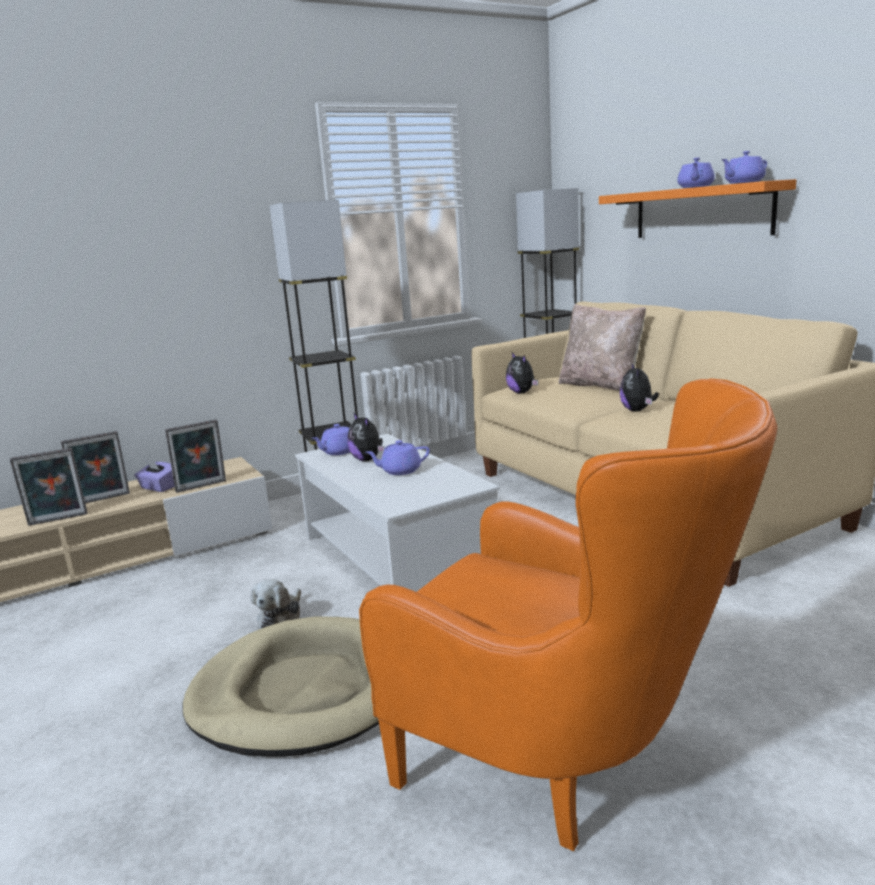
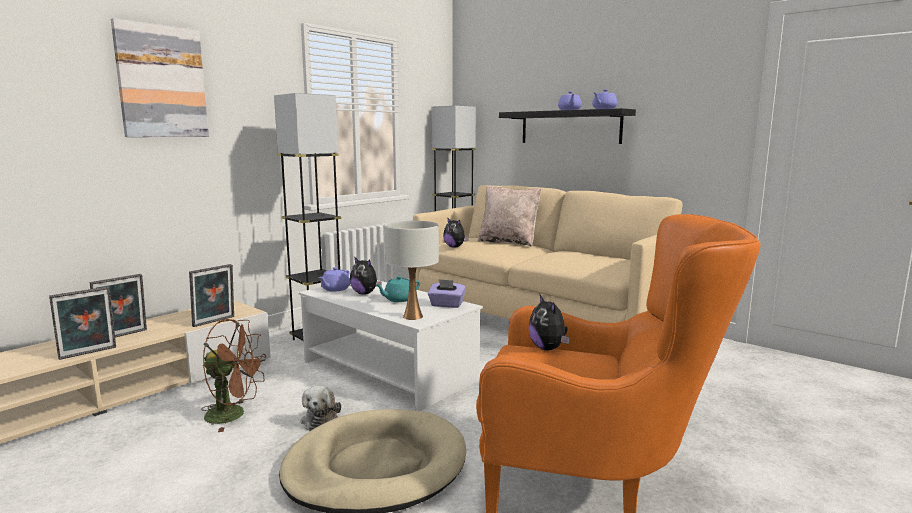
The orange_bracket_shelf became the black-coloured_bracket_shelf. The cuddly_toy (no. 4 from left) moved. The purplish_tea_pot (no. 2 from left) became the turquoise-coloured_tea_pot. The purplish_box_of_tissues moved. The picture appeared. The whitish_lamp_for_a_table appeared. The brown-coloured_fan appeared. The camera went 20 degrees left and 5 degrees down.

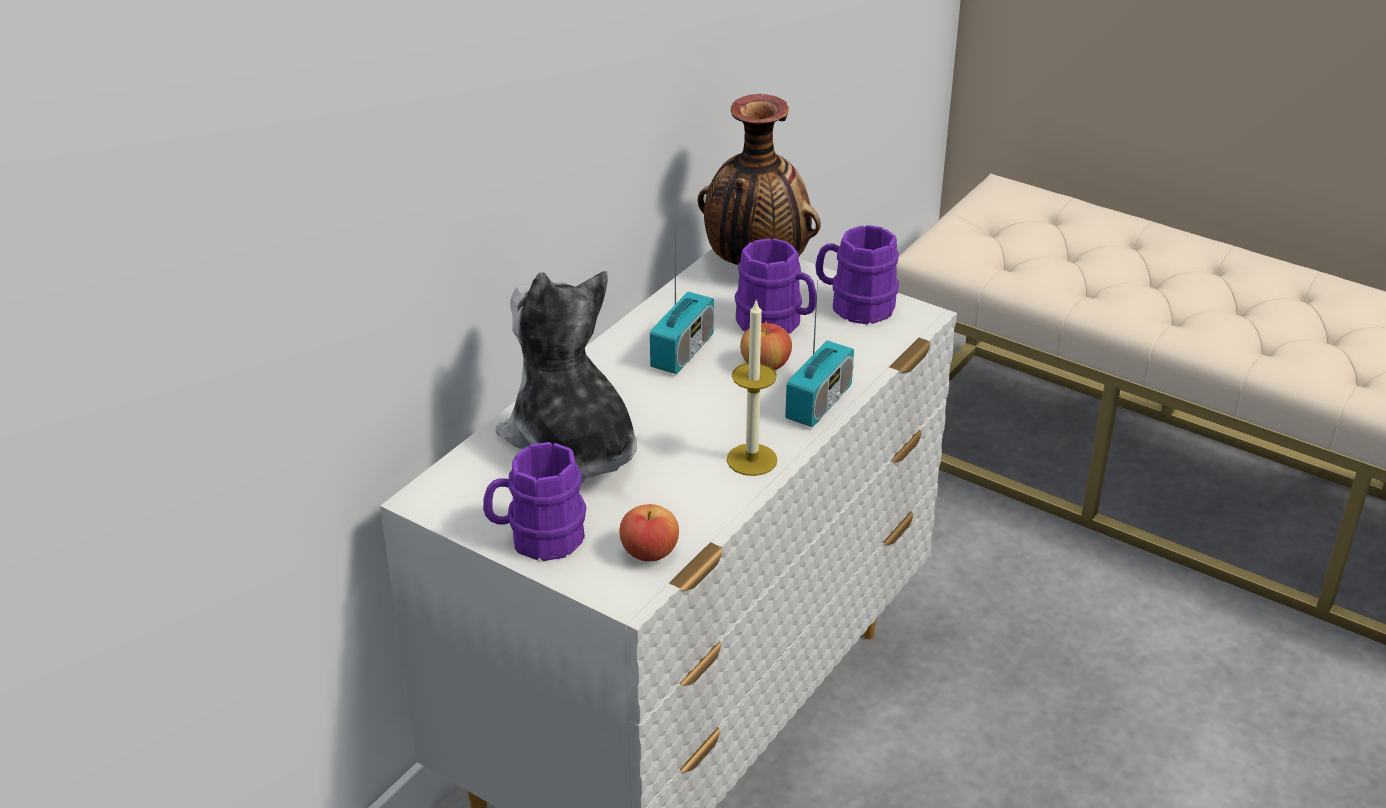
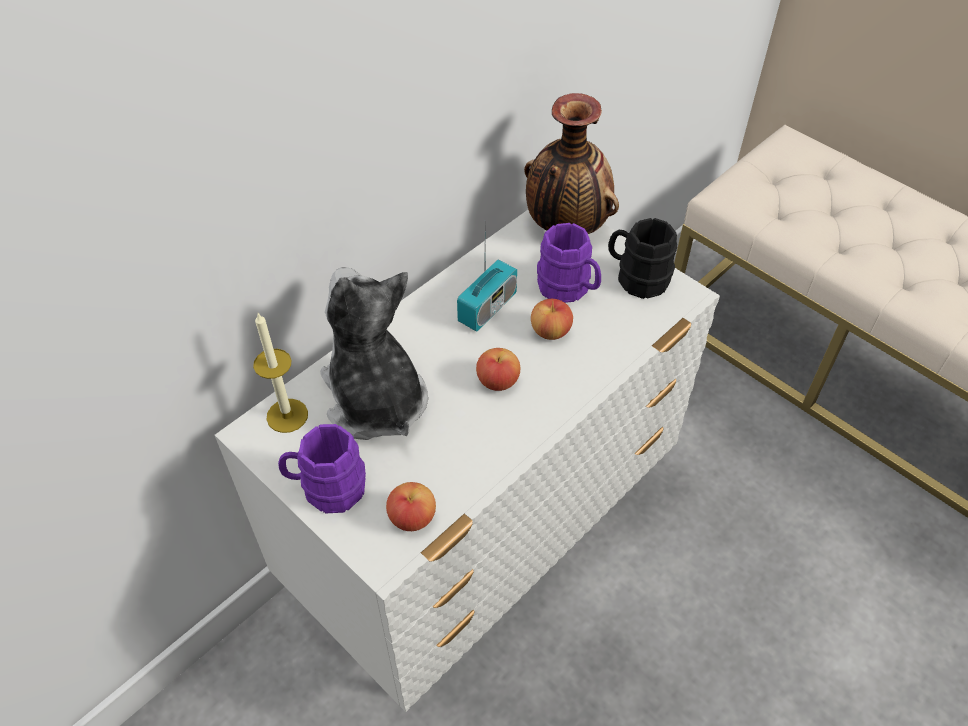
The purplish_coffee_mug (no. 3 from left) became the black-coloured_coffee_mug. The radio_receiver (no. 2 from left) disappeared. The candle moved. The whole_apple (no. 2 from left) appeared. The camera went 10 degrees right and 15 degrees up.

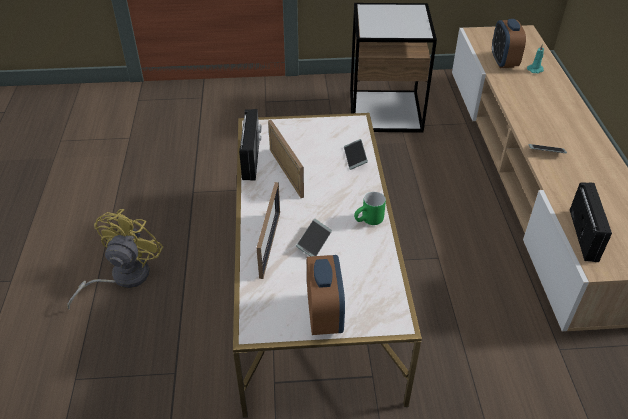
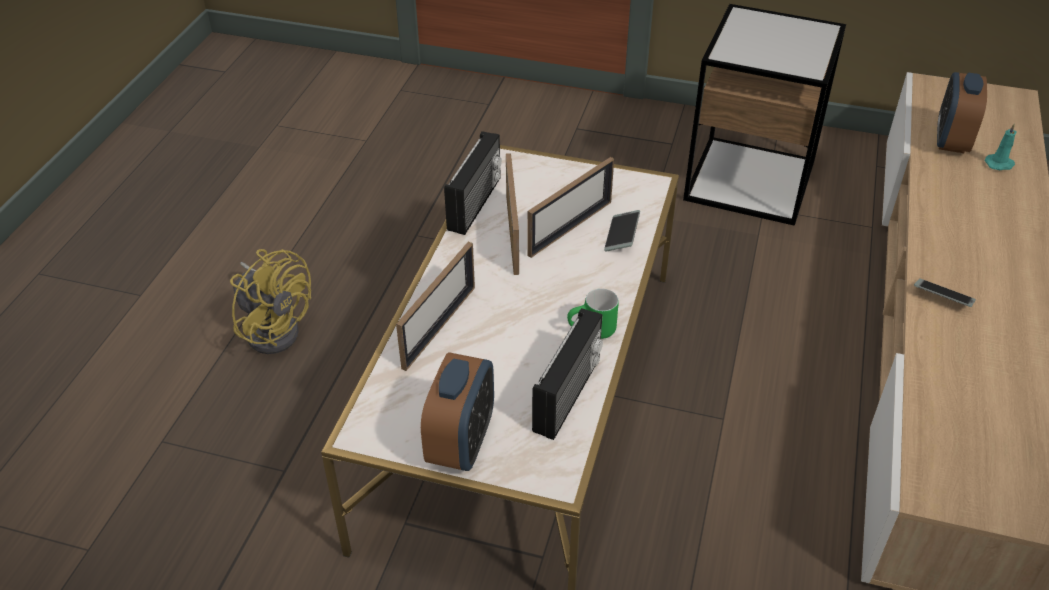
The radio_receiver (no. 2 from left) moved. The yellow-coloured_fan turned 90 degrees clockwise. The phone (no. 1 from left) disappeared. The picture_frame (no. 3 from left) appeared. The camera went 20 degrees right and 0 degrees up.

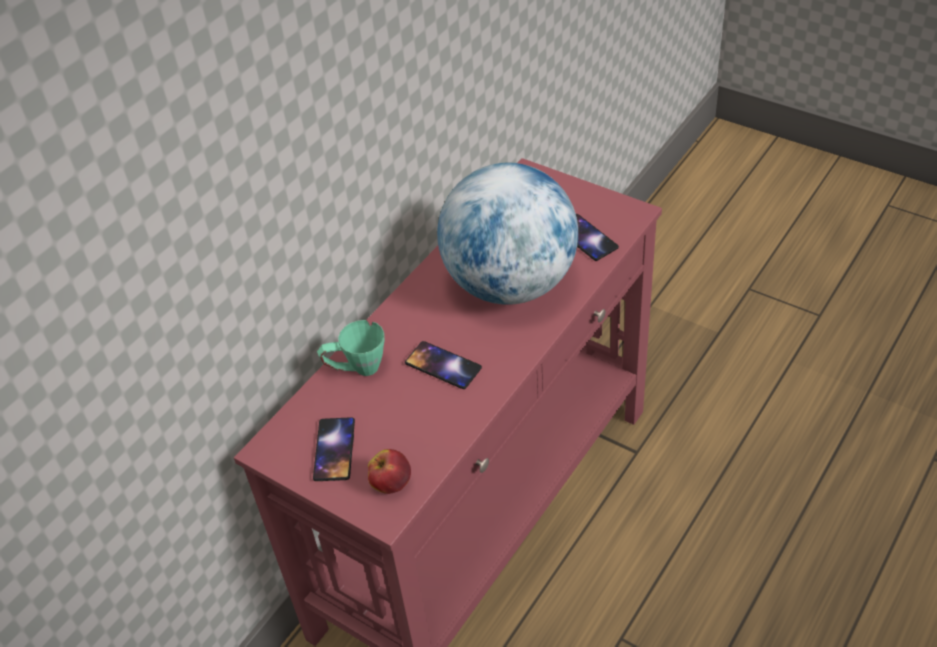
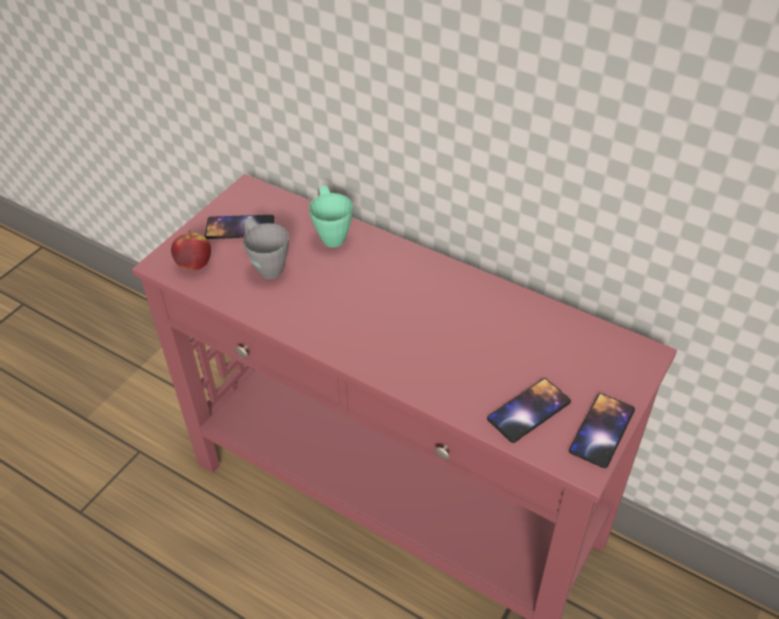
The globe disappeared. The phone (no. 2 from left in the first image) moved. The greyish_coffee_mug appeared. The camera went 85 degrees right and 0 degrees up.

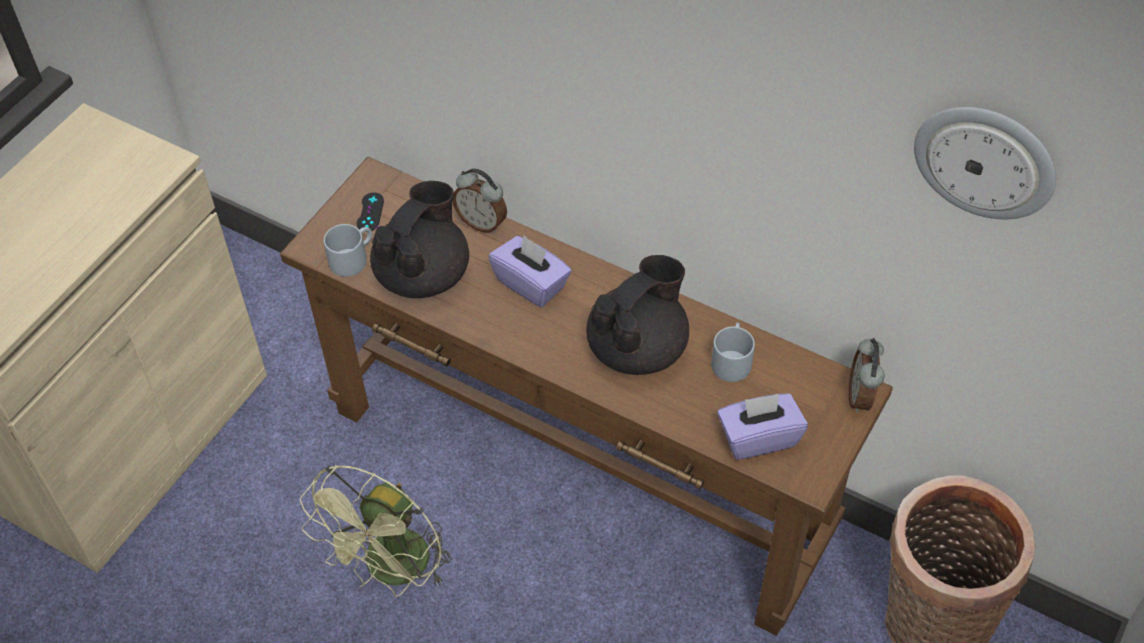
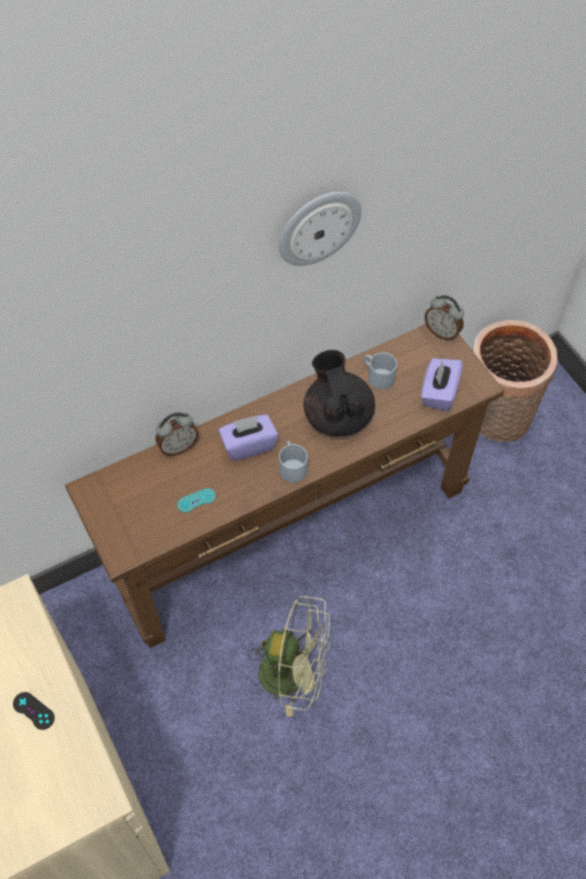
The hanging_clock moved. The black-coloured_tea_pot (no. 1 from left) was replaced by the turquoise-coloured_joypad. The black-coloured_joypad moved. The greyish_coffee_mug (no. 1 from left) moved. The green-coloured_fan turned 45 degrees counterclockwise. The camera went 60 degrees left and 5 degrees up.

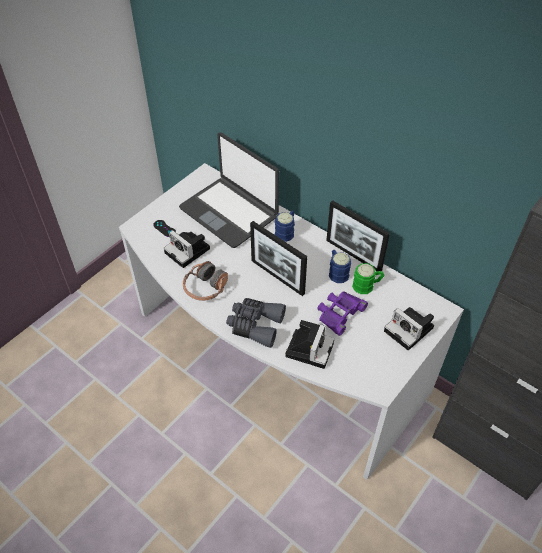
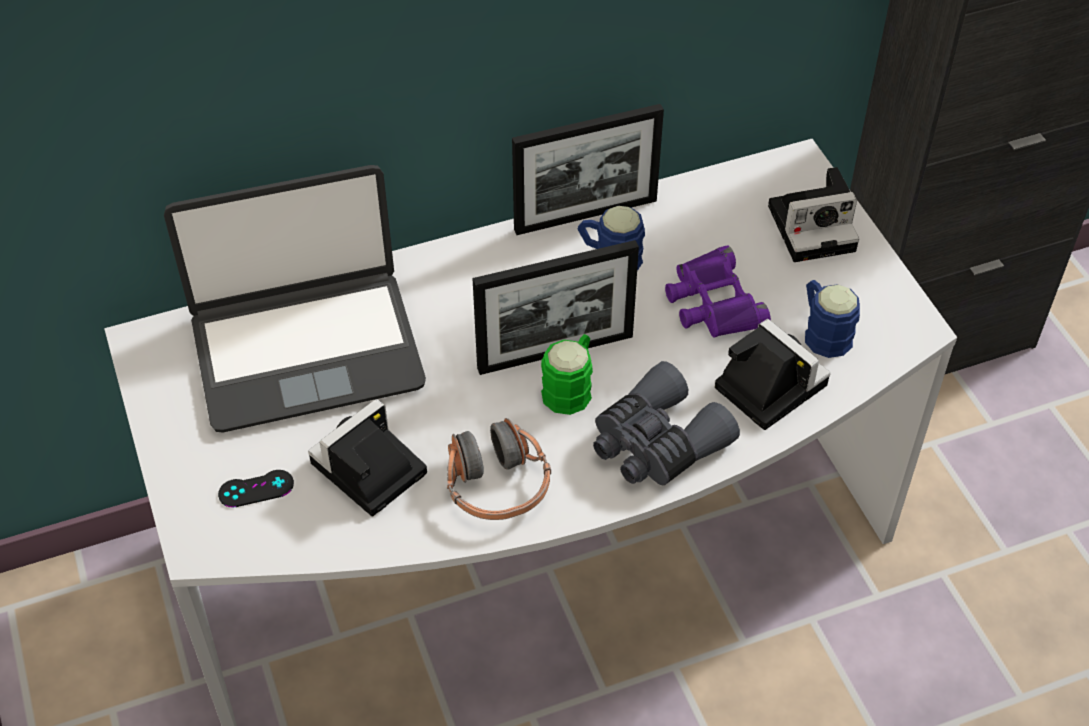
The blue-coloured_coffee_mug (no. 1 from left in the first image) moved. The photo_camera (no. 1 from left) turned 150 degrees clockwise. The green-coloured_coffee_mug moved. The camera went 60 degrees left and 0 degrees up.

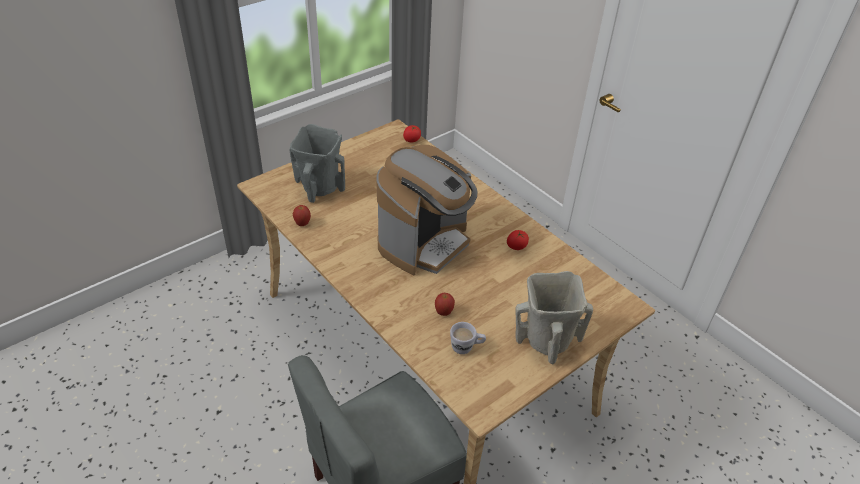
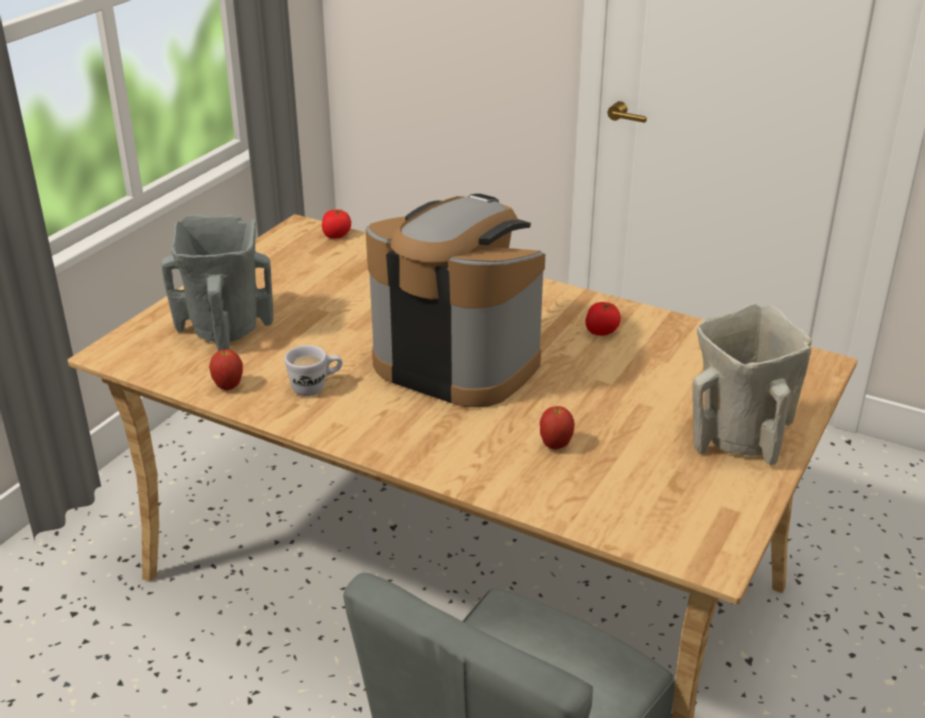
The coffee_brewer turned 75 degrees counterclockwise. The whitish_coffee_mug moved. The camera went 20 degrees left and 10 degrees down.

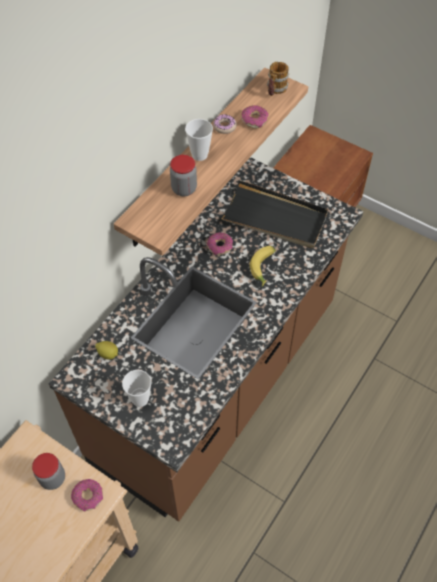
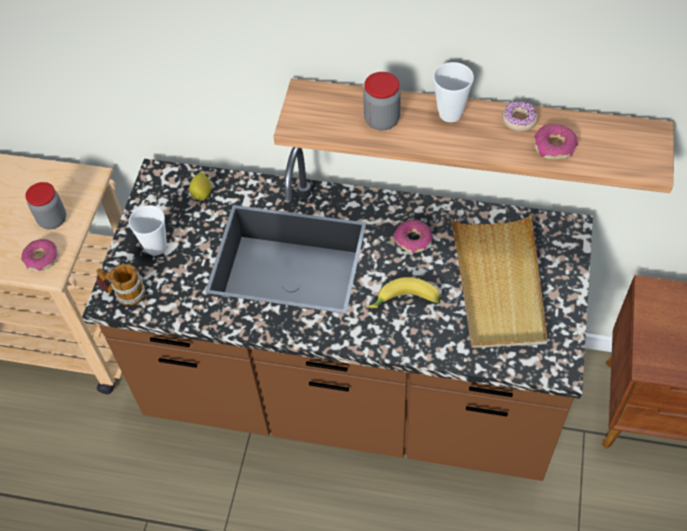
The coffee_mug moved. The black-coloured_tray became the sand-coloured_tray. The camera went 70 degrees right and 0 degrees up.

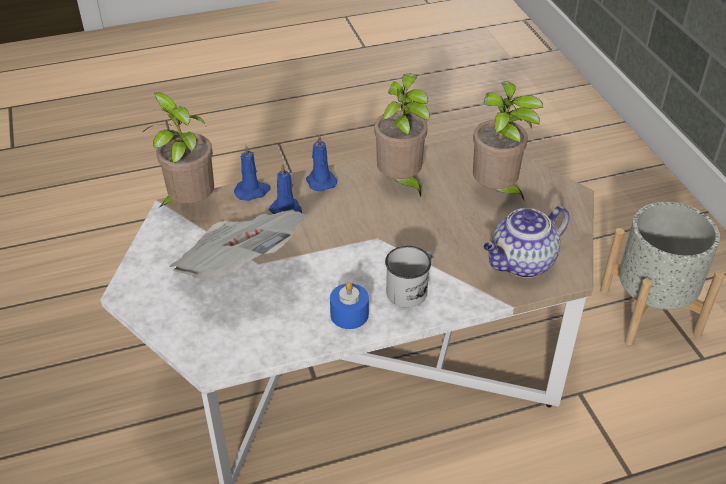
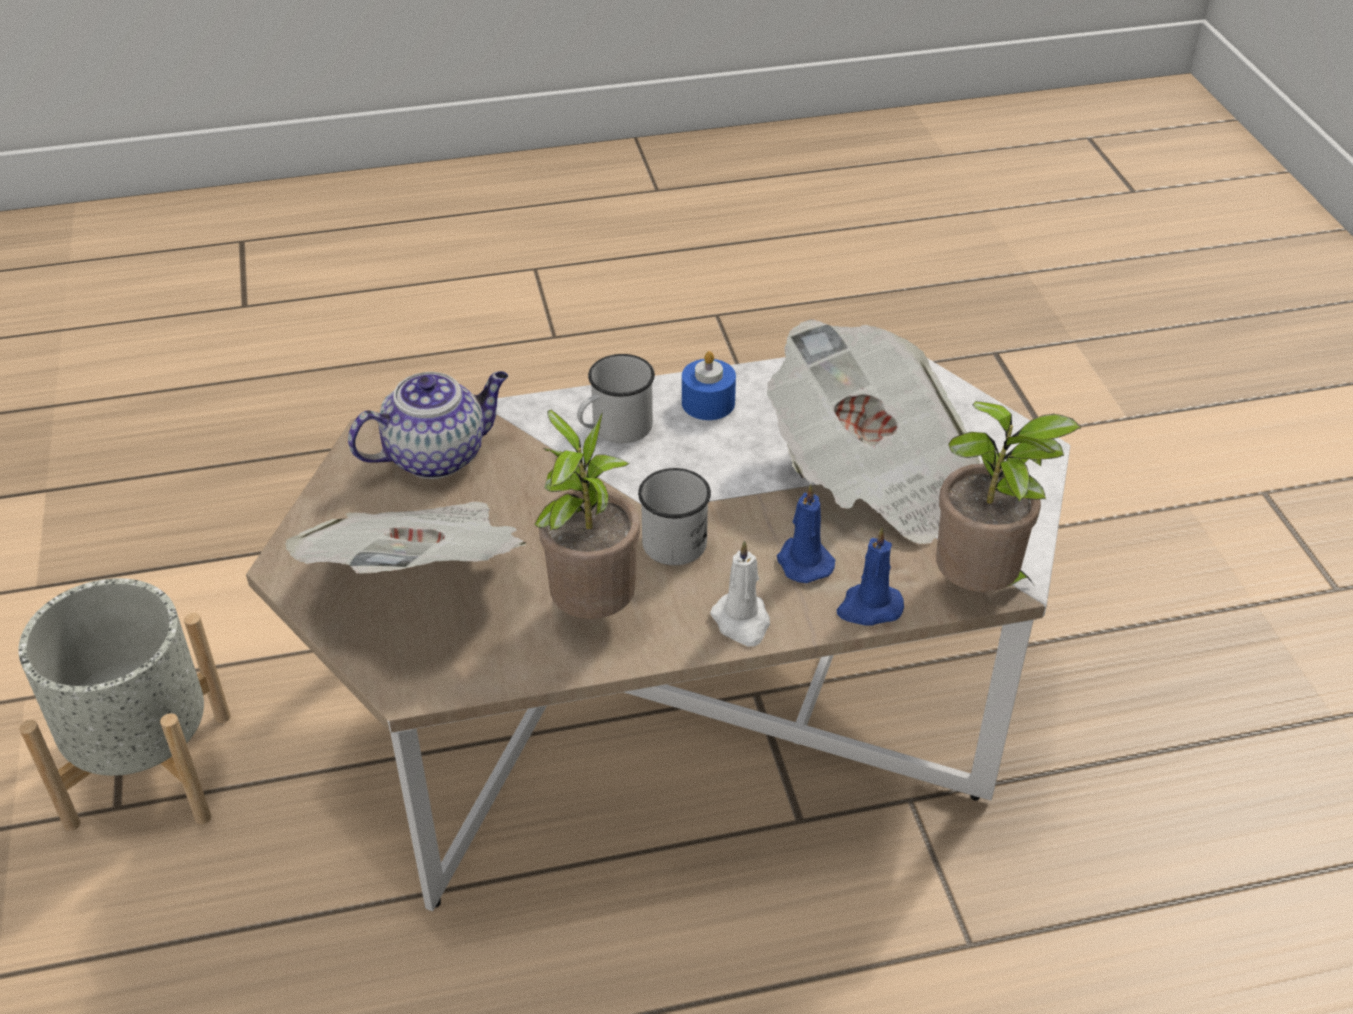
The plant_in_a_pot (no. 3 from left) was replaced by the printed_paper (no. 1 from left). The blue-coloured_candle (no. 3 from left) became the whitish_candle. The whitish_coffee_mug (no. 2 from left) appeared. The camera went 175 degrees left and 0 degrees up.

